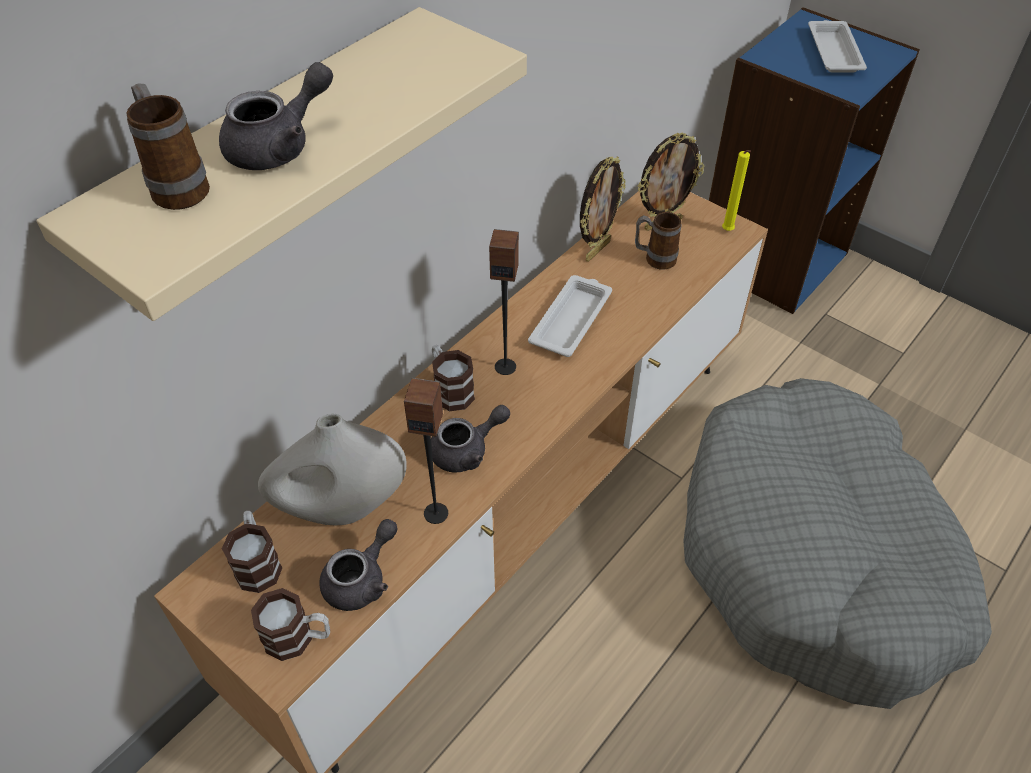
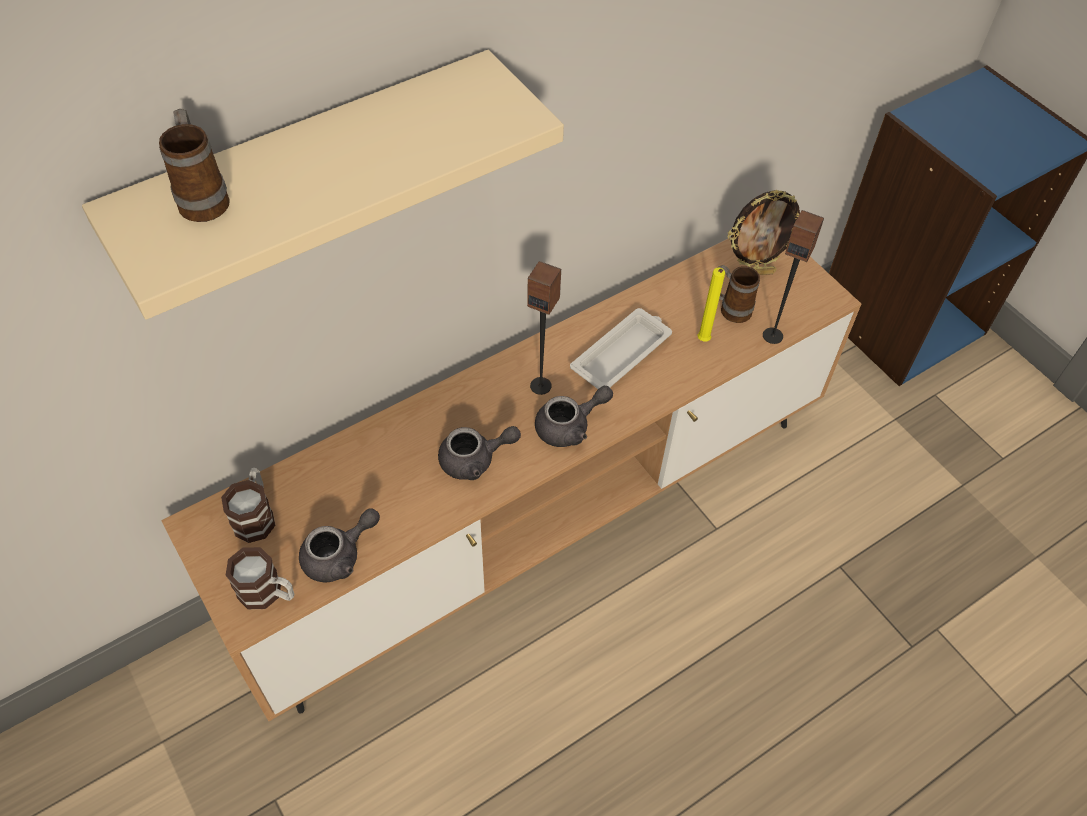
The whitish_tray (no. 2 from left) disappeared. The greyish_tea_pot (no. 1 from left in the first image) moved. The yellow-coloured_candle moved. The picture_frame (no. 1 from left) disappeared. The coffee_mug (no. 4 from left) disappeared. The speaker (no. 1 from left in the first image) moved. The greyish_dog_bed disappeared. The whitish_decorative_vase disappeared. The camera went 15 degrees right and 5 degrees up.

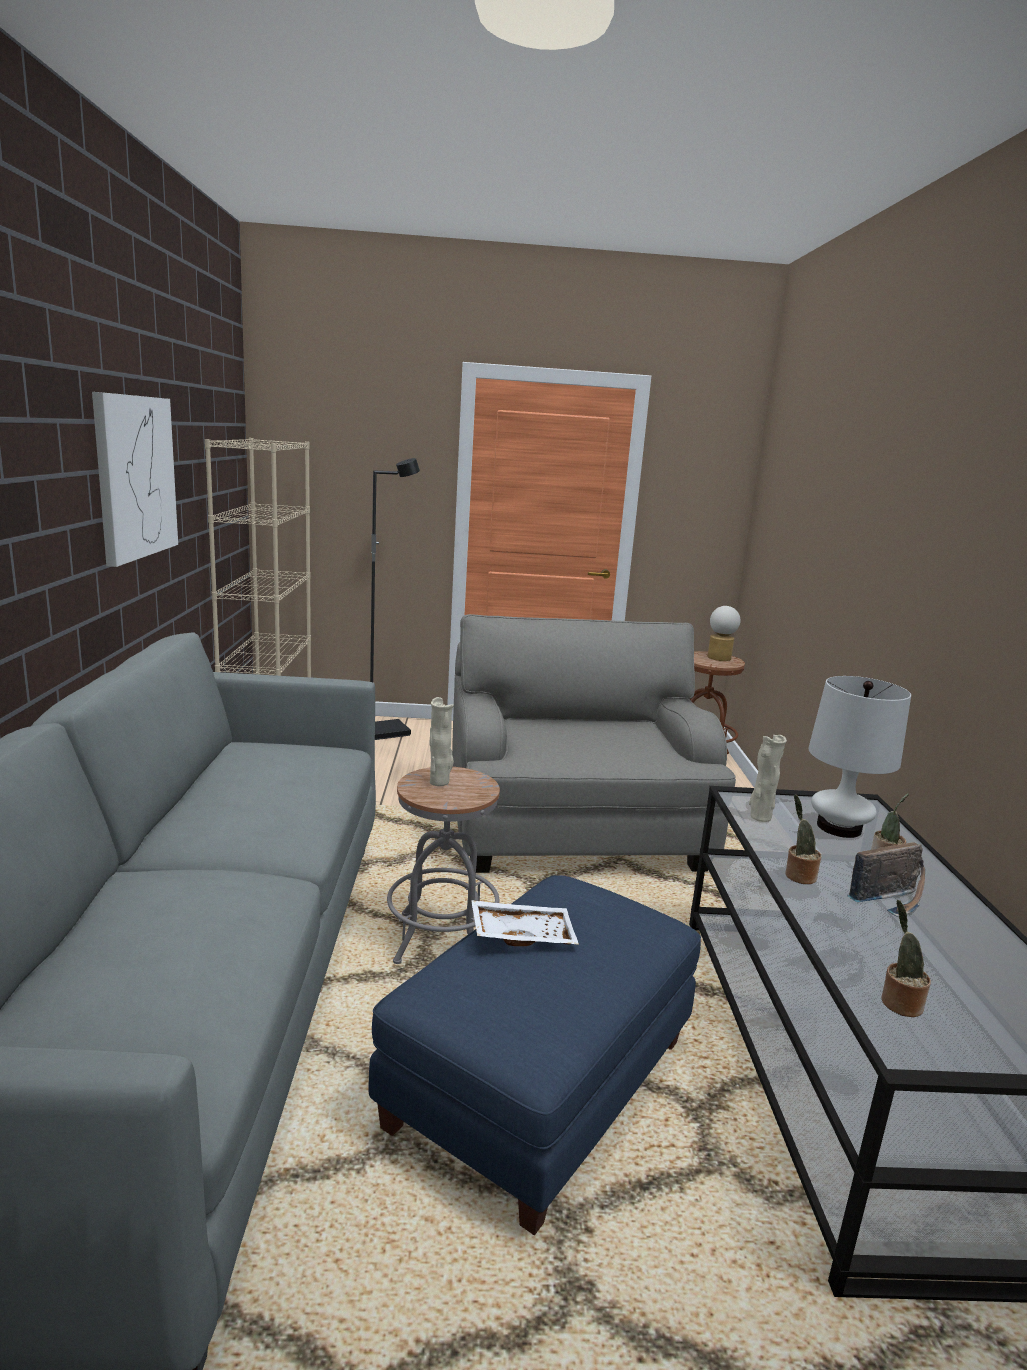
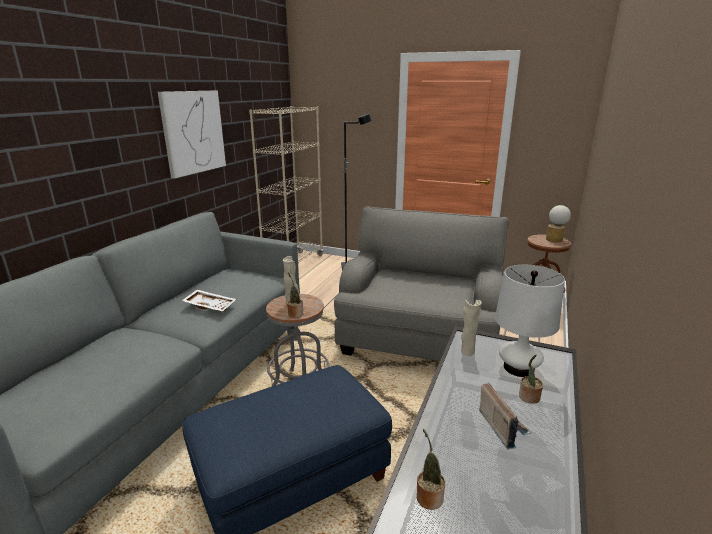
The plant_in_a_pot (no. 1 from left) moved. The radio_receiver turned 105 degrees counterclockwise. The whitish_tray moved. The camera went 25 degrees right and 5 degrees up.

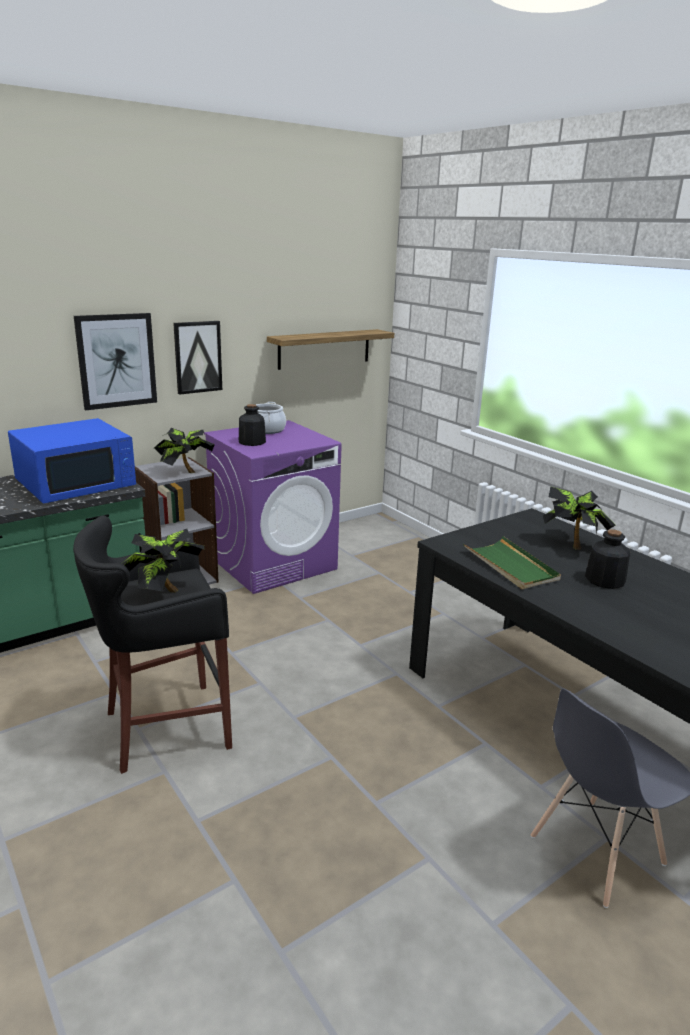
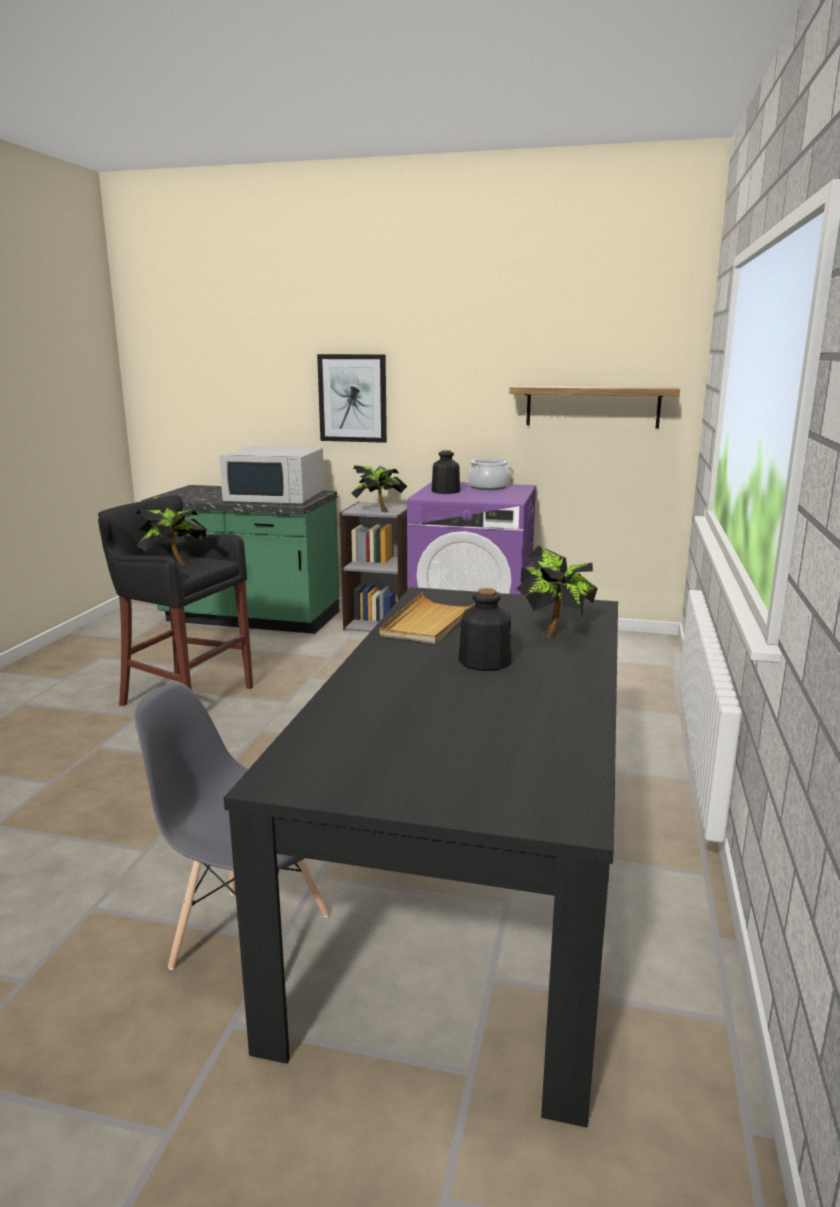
The picture (no. 2 from left) disappeared. The blue-coloured_kitchen_microwave became the whitish_kitchen_microwave. The green-coloured_tray became the sand-coloured_tray. The camera went 50 degrees right and 5 degrees down.

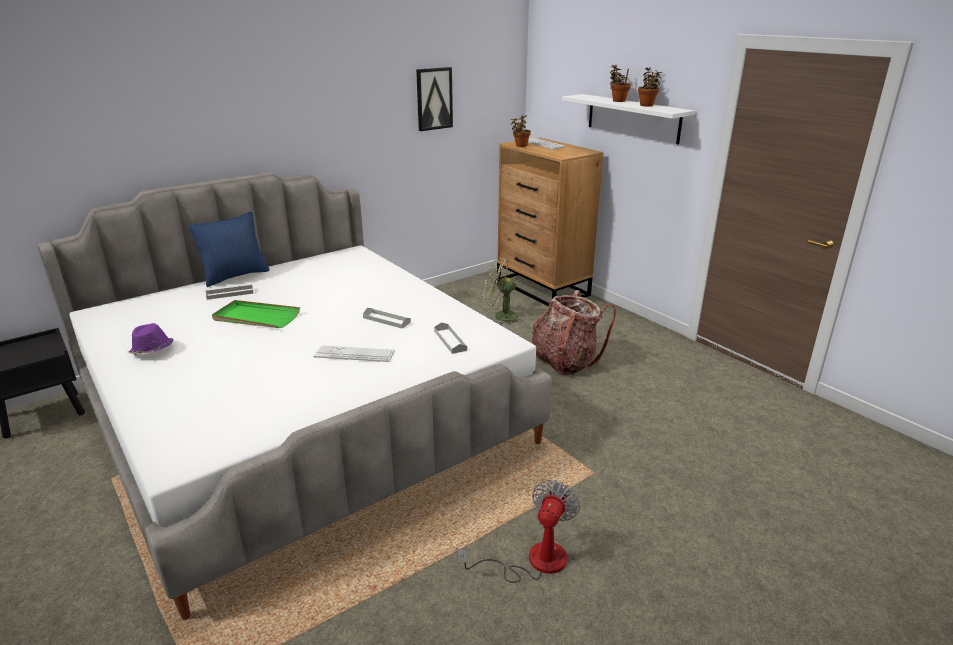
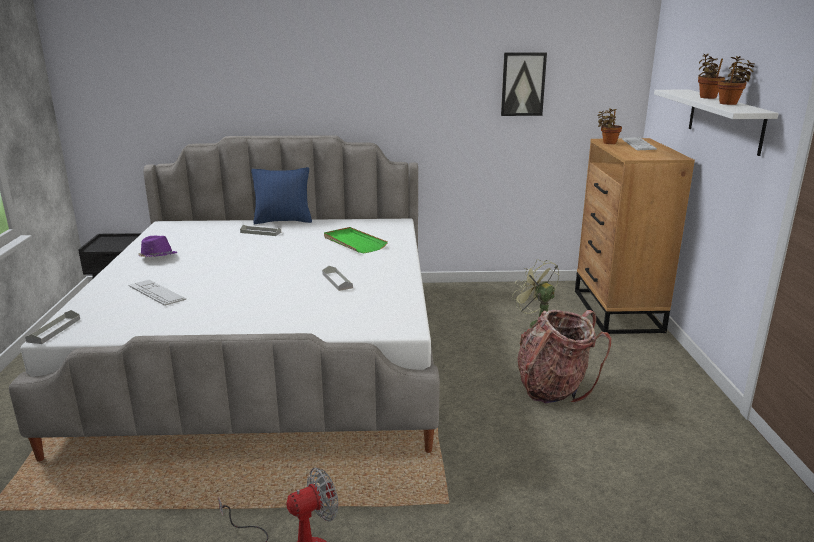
The green-coloured_tray moved. The greyish_tray (no. 3 from left in the first image) moved. The keyboard (no. 1 from left) moved. The camera went 35 degrees right and 5 degrees down.

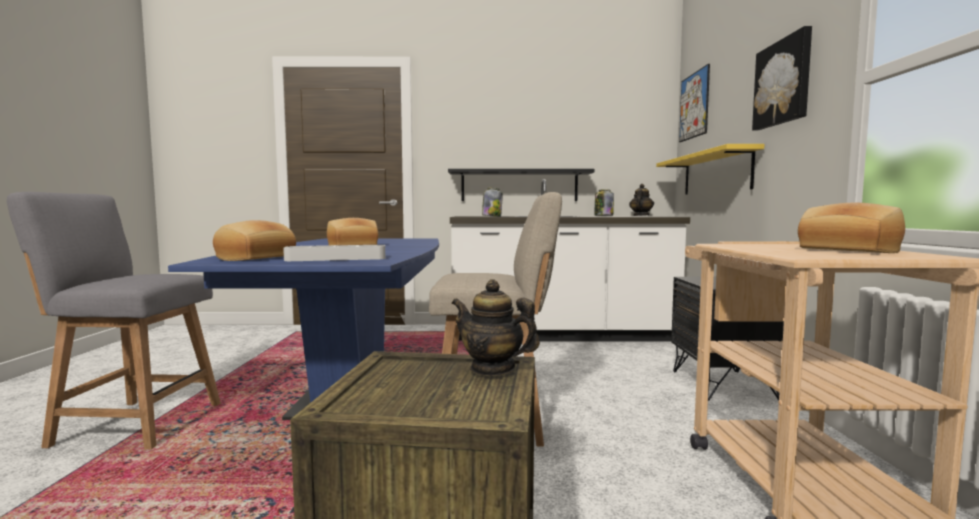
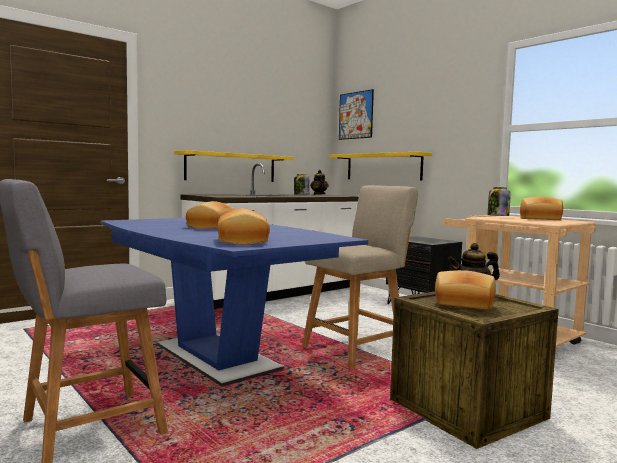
The picture (no. 2 from left) disappeared. The black-coloured_bracket_shelf became the yellow-coloured_bracket_shelf (no. 1 from left). The preserve_jar (no. 1 from left in the first image) moved. The greyish_tray disappeared. The bakery_bread (no. 3 from left) appeared. The camera went 40 degrees left and 0 degrees up.

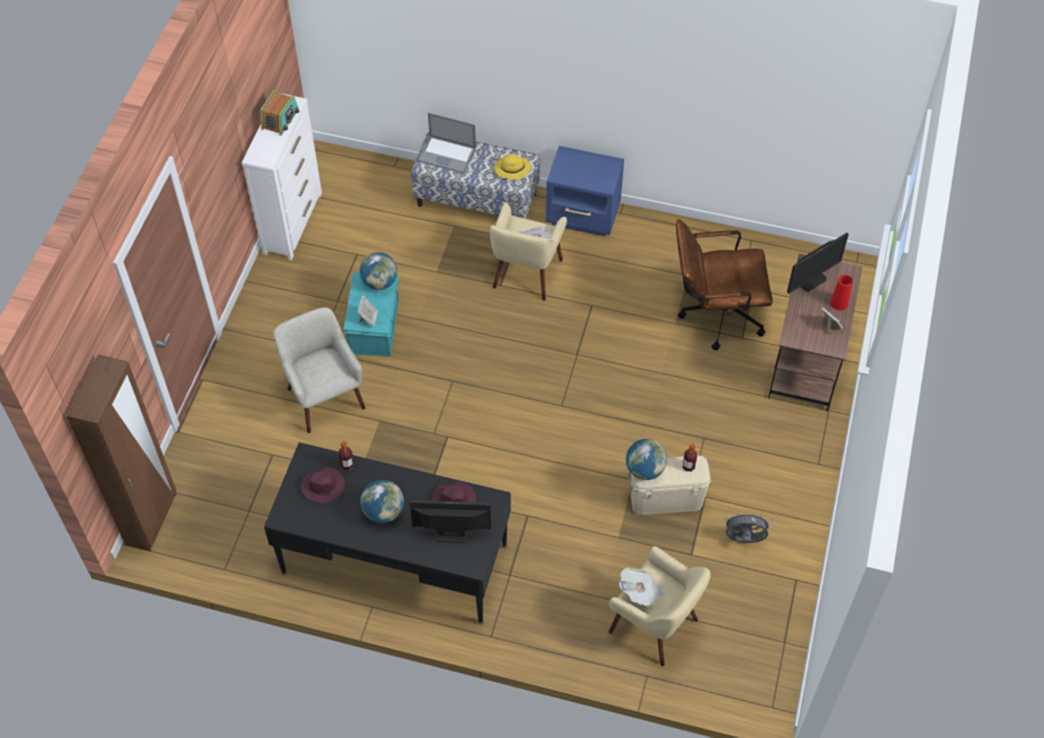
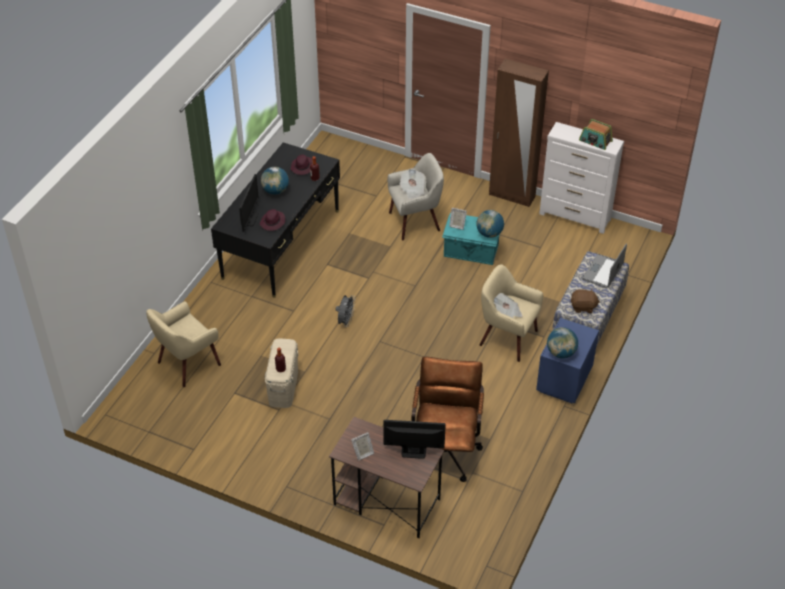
The yellow-coloured_clothing_hat was replaced by the brown-coloured_cuddly_toy. The monitor (no. 2 from left) turned 120 degrees clockwise. The red_decorative_vase disappeared. The brown-coloured_armoire moved. The globe (no. 3 from left) moved. The greyish_fan moved. The printed_paper (no. 2 from left in the first image) moved. The camera went 100 degrees right and 10 degrees down.

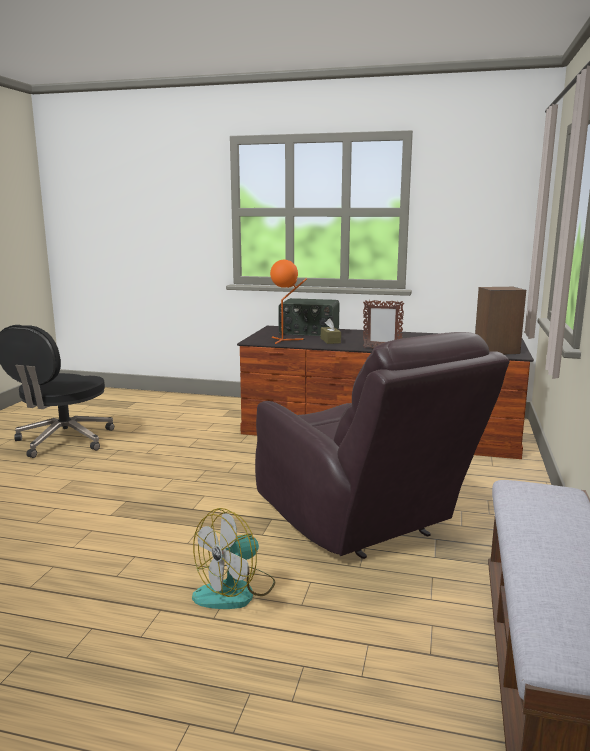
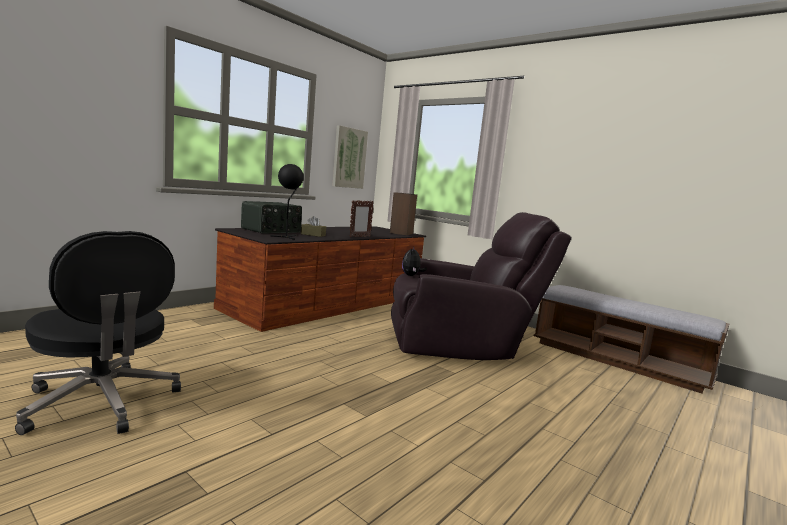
The orange_lamp_for_a_table became the black-coloured_lamp_for_a_table. The fan disappeared. The picture appeared. The cuddly_toy appeared. The camera went 65 degrees left and 5 degrees down.

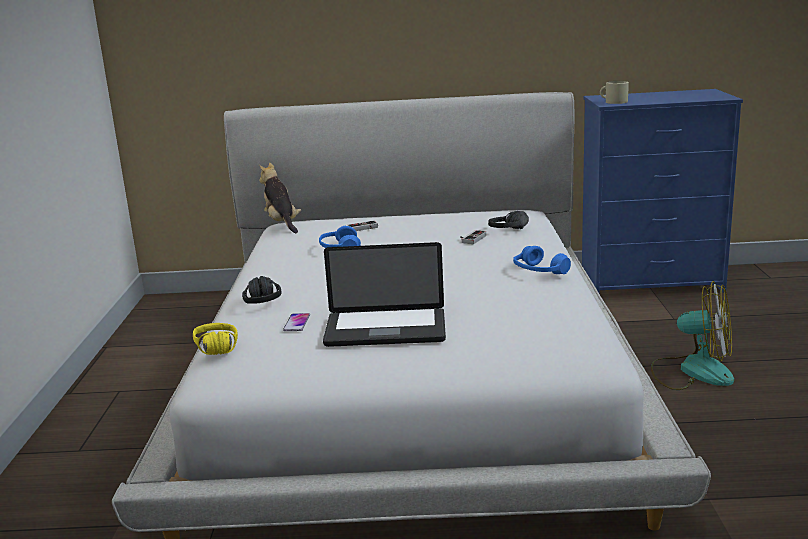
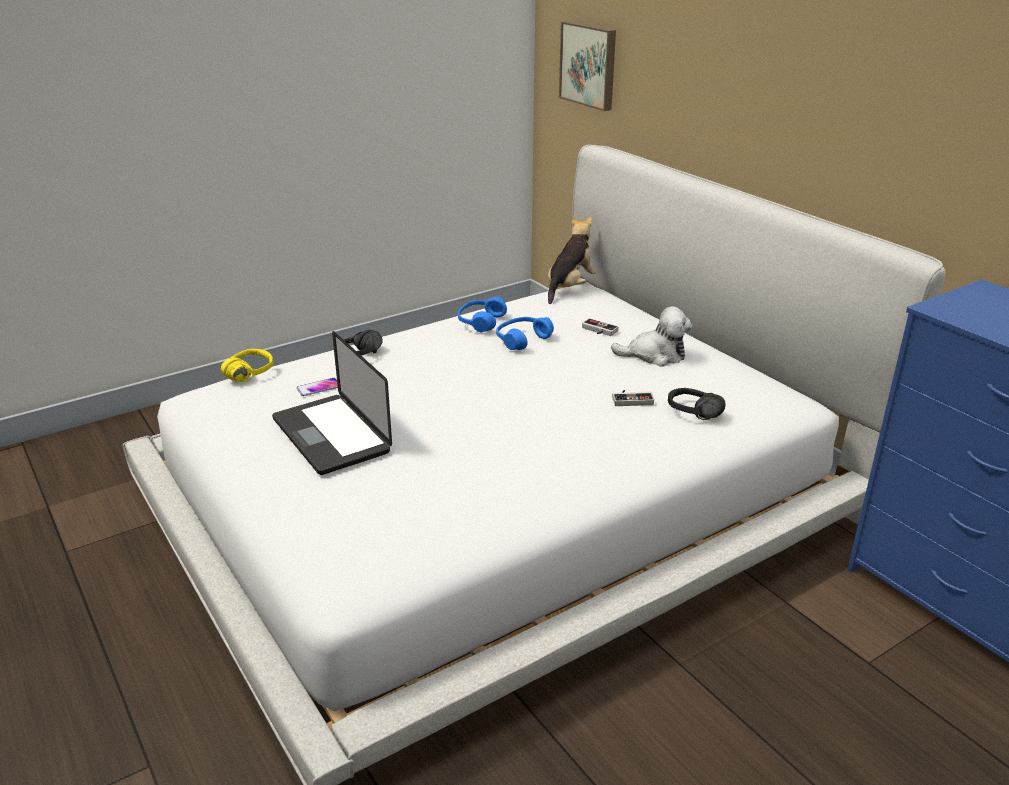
The sand-coloured_coffee_mug disappeared. The blue-coloured_headphones (no. 2 from left in the first image) moved. The fan disappeared. The picture appeared. The cuddly_toy (no. 2 from left) appeared. The camera went 55 degrees right and 10 degrees up.

